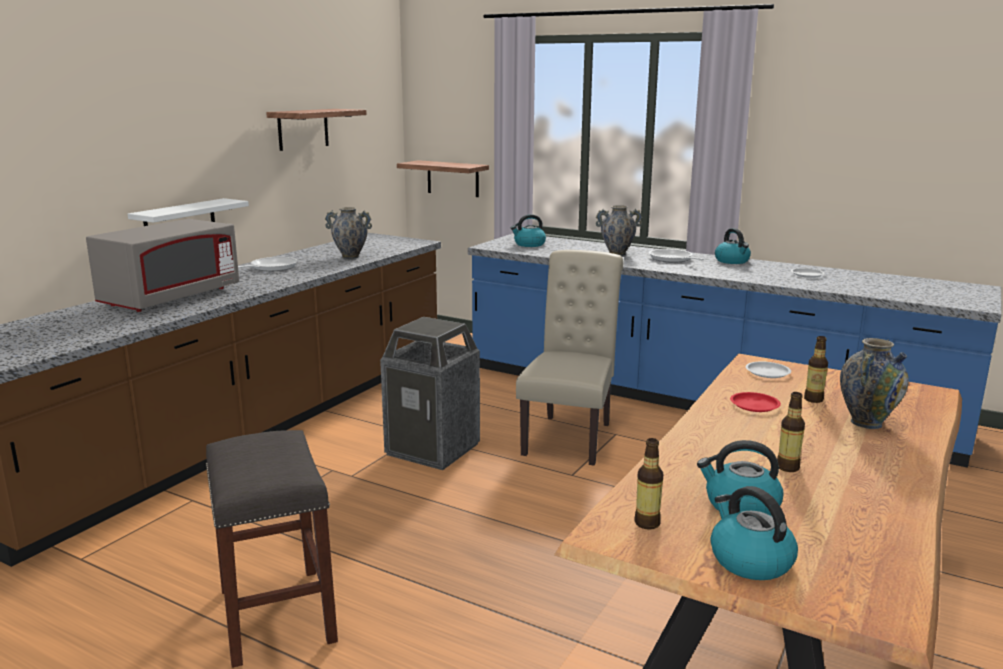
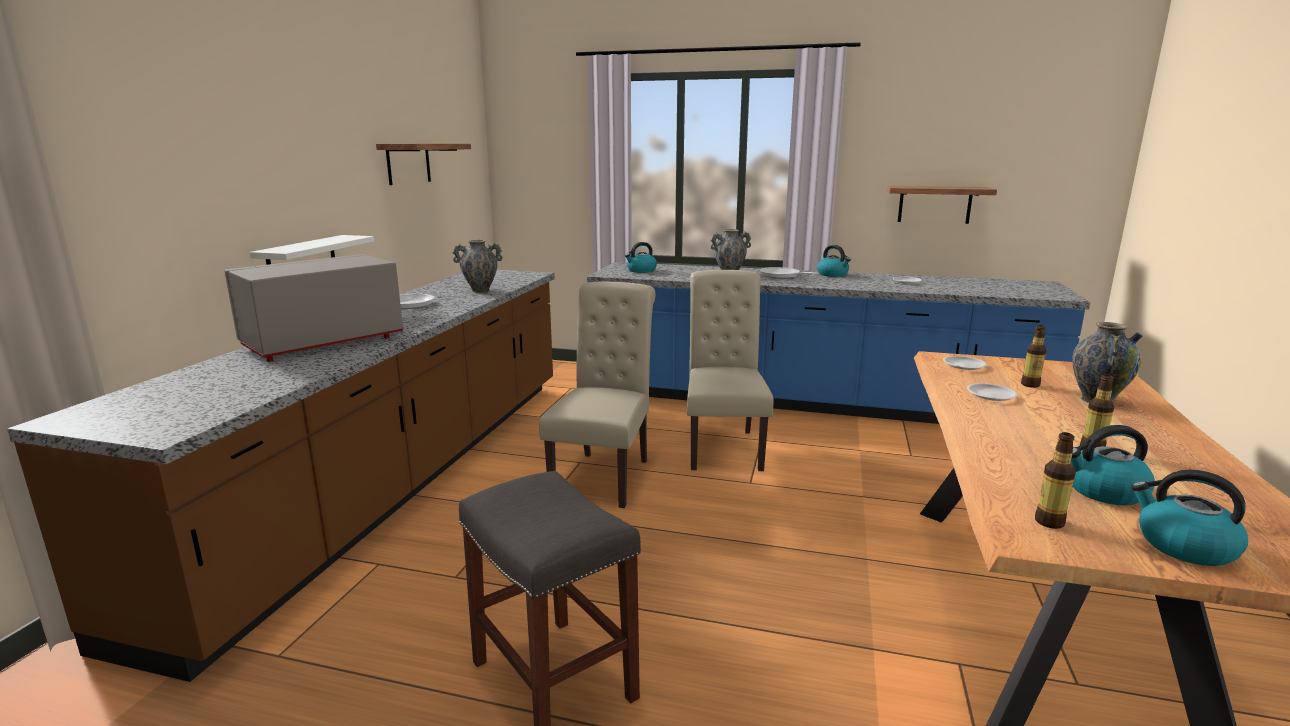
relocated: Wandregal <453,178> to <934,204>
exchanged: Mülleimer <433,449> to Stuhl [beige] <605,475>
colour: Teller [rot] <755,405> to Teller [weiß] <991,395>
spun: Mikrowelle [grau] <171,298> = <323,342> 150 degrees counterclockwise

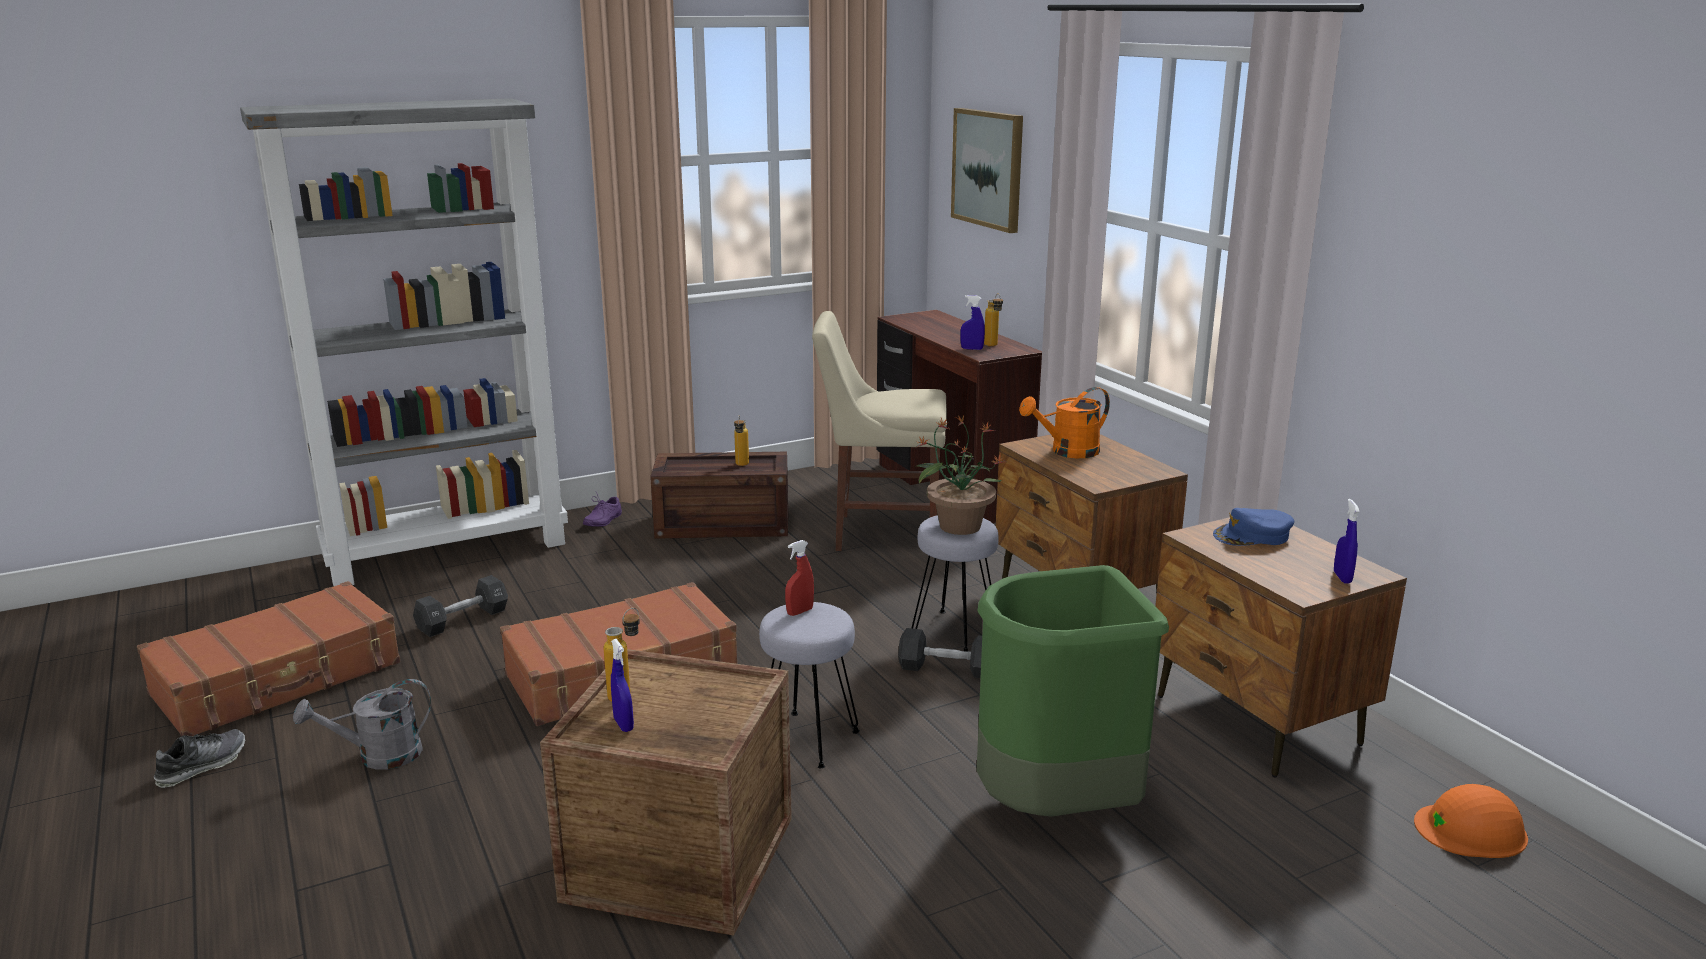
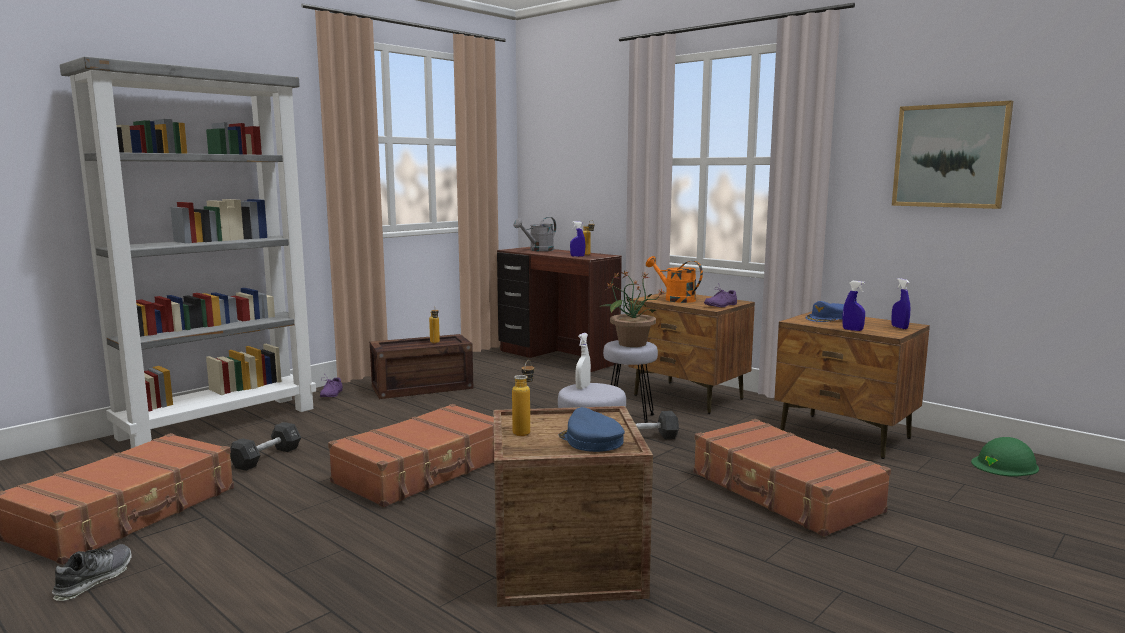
missing: Stuhl [beige] <880,533>
appeared: Kappe [blau] <591,441>; Schuh [lila] <719,305>
relocated: Gießkanne [grau] <378,756> to <538,250>; Sprühflasche [blau] <623,724> to <852,330>; Bild <988,168> to <950,156>
exchanged: Mülleimer [grün] <1057,809> to Koffer [braun] <783,493>
colour: Sprühflasche [rot] <799,612> to Sprühflasche [weiß] <583,387>; Schutzhelm [orange] <1471,829> to Schutzhelm [grün] <1004,465>
spun: Gießkanne [orange] <1067,452> = <675,299> 90 degrees clockwise

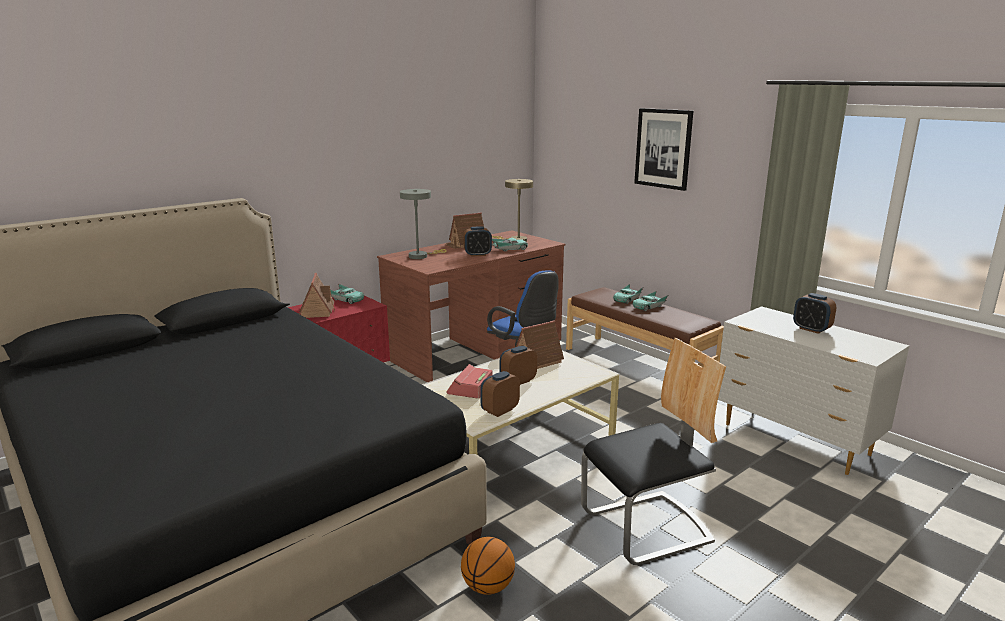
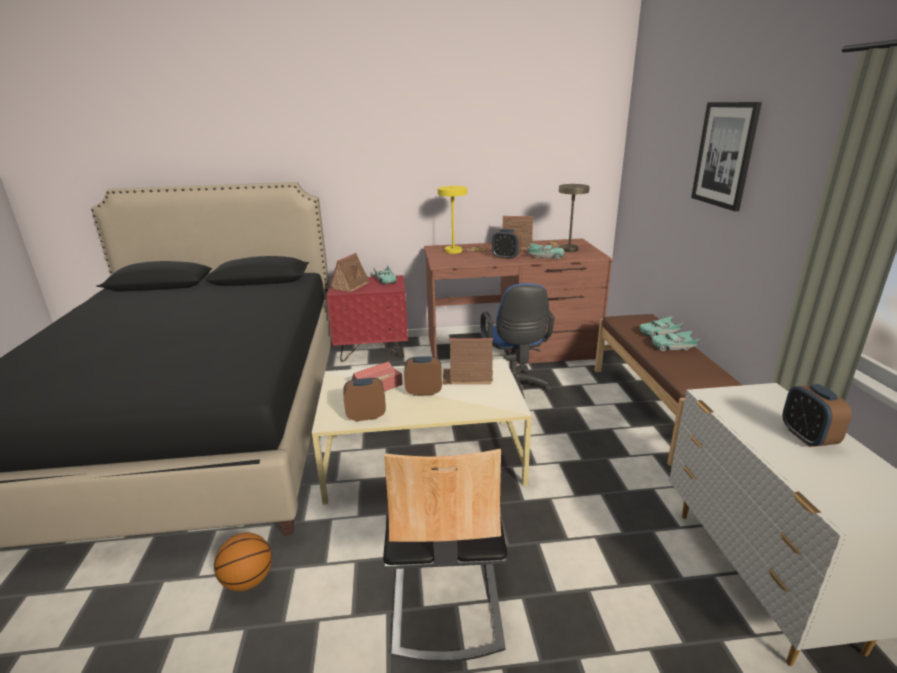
colour: Tischlampe [grau] <421,256> to Tischlampe [gelb] <456,251>
spun: Stuhl <647,528> = <445,598> 75 degrees clockwise

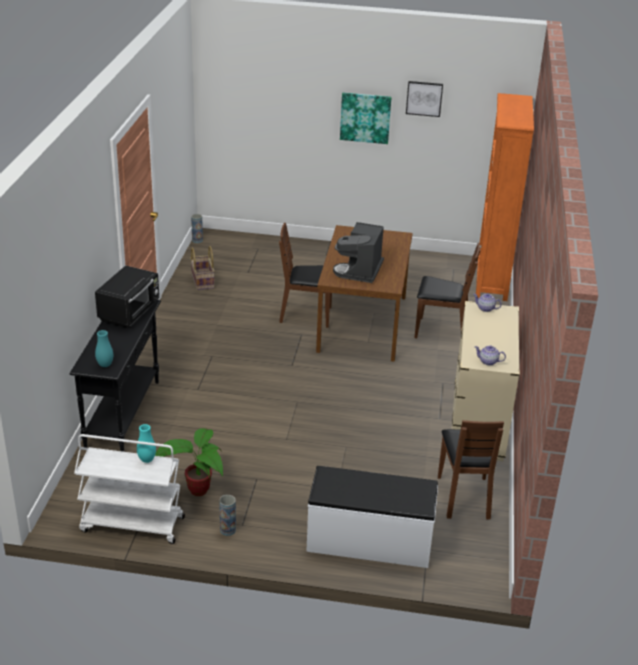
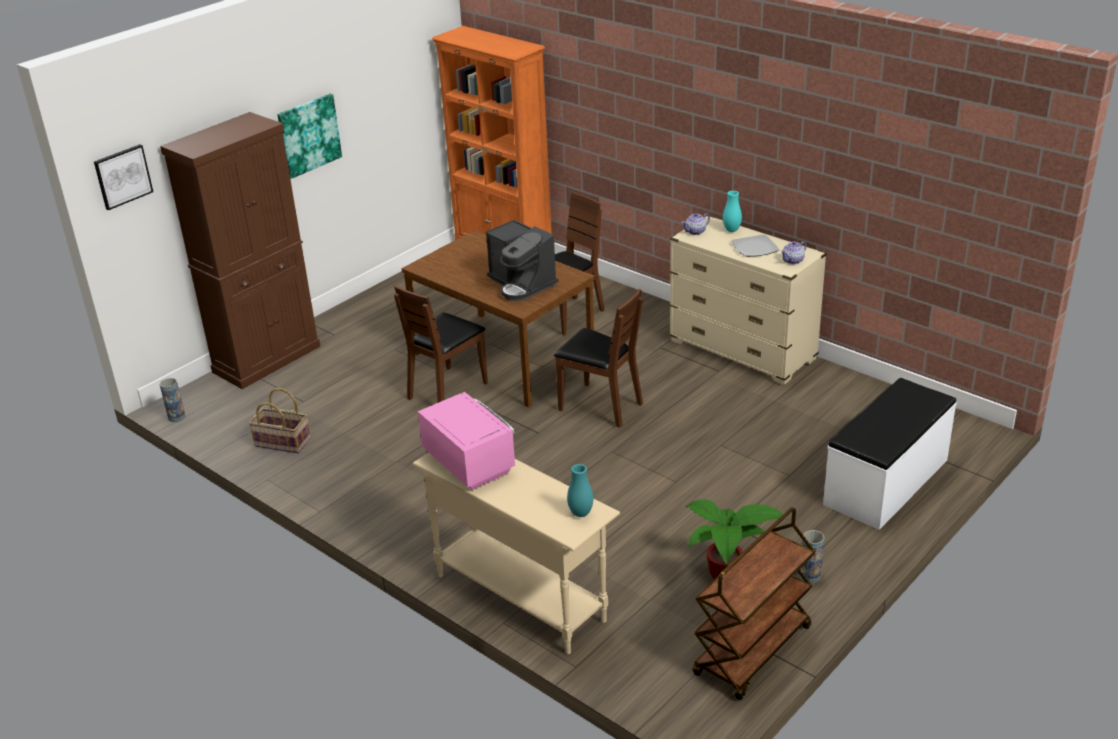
appeared: Schrank [braun] <267,359>; Teller <754,248>
relocated: Bild <424,98> to <122,176>; Stuhl [braun] <464,497> to <600,406>; Vase [türkis] <147,460> to <731,230>
colour: Konsolentisch [schwarz] <123,414> to Konsolentisch [beige] <520,597>; Mikrowelle [schwarz] <130,312> to Mikrowelle [rosa] <469,462>; Rollwagen [weiß] <131,524> to Rollwagen [braun] <753,652>

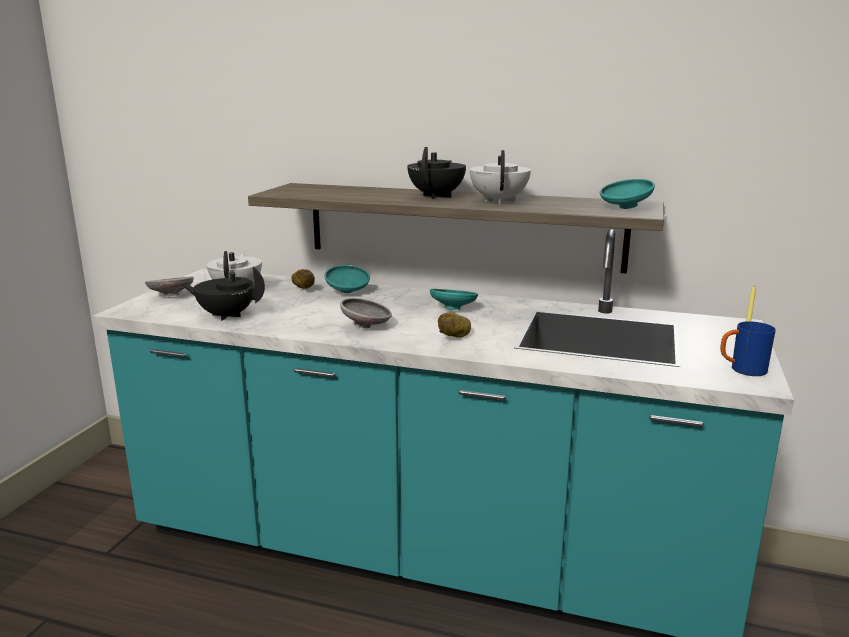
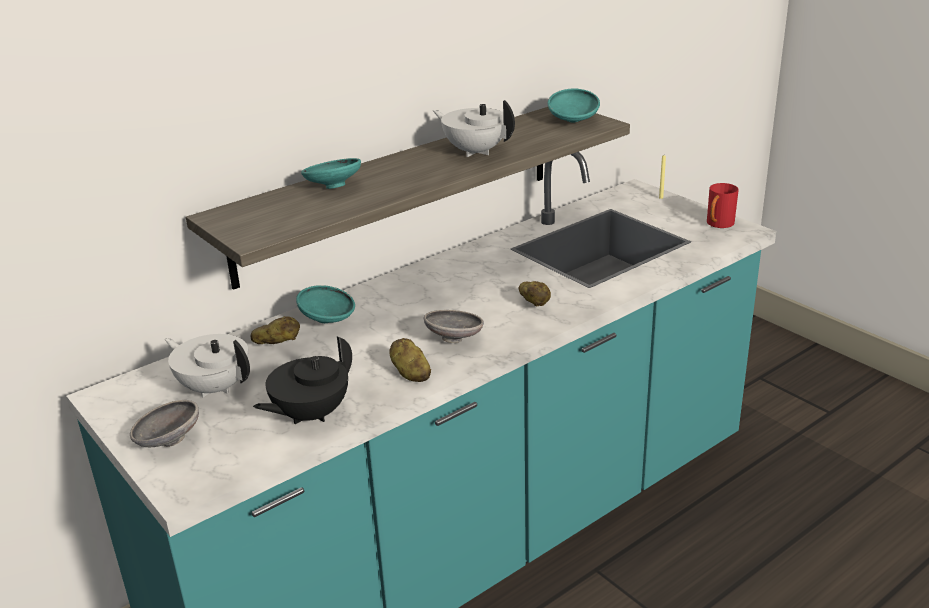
missing: Teekanne [schwarz] <437,196>
appeared: Kartoffel <410,373>
relocated: Schüssel [türkis] <454,309> to <333,186>
colour: Henkelbecher [blau] <741,370> to Henkelbecher [rot] <718,225>

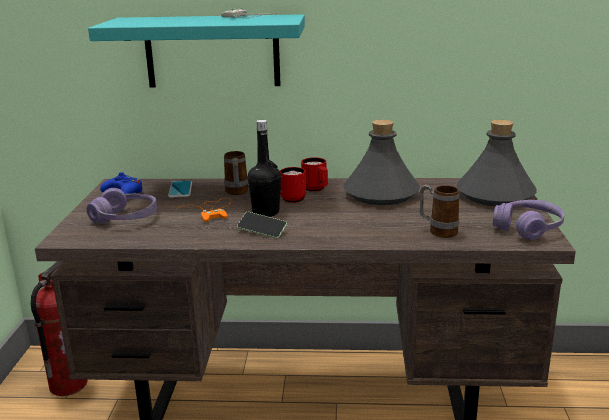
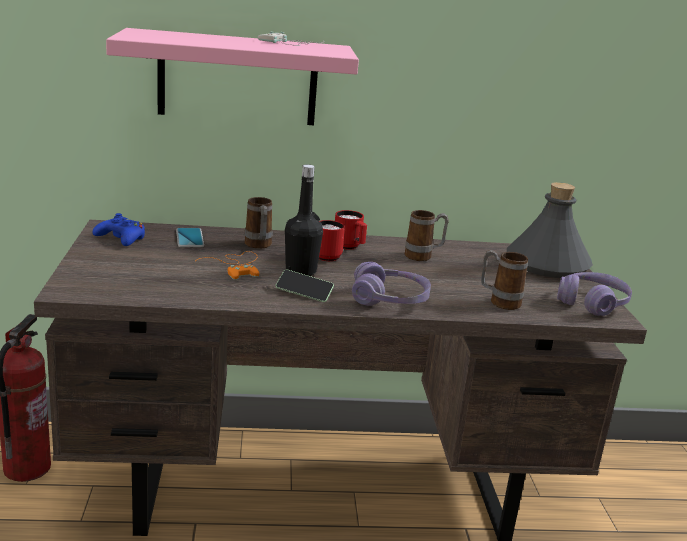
relocated: Kopfhörer [lila] <125,218> to <389,300>
exchanged: Flasche [grau] <380,194> to Henkelbecher <423,257>
colour: Wandregal [türkis] <212,51> to Wandregal [rosa] <238,78>

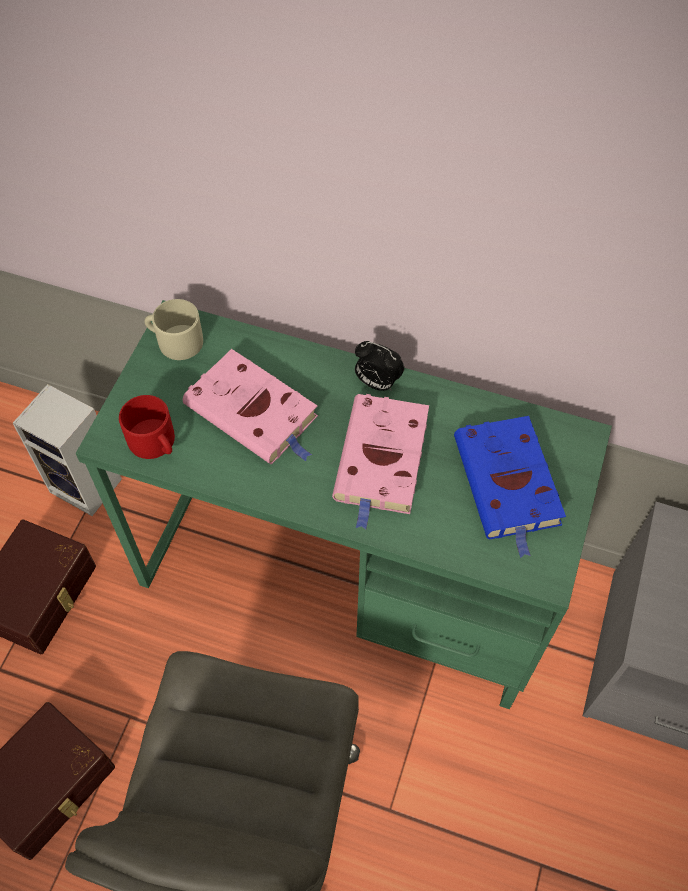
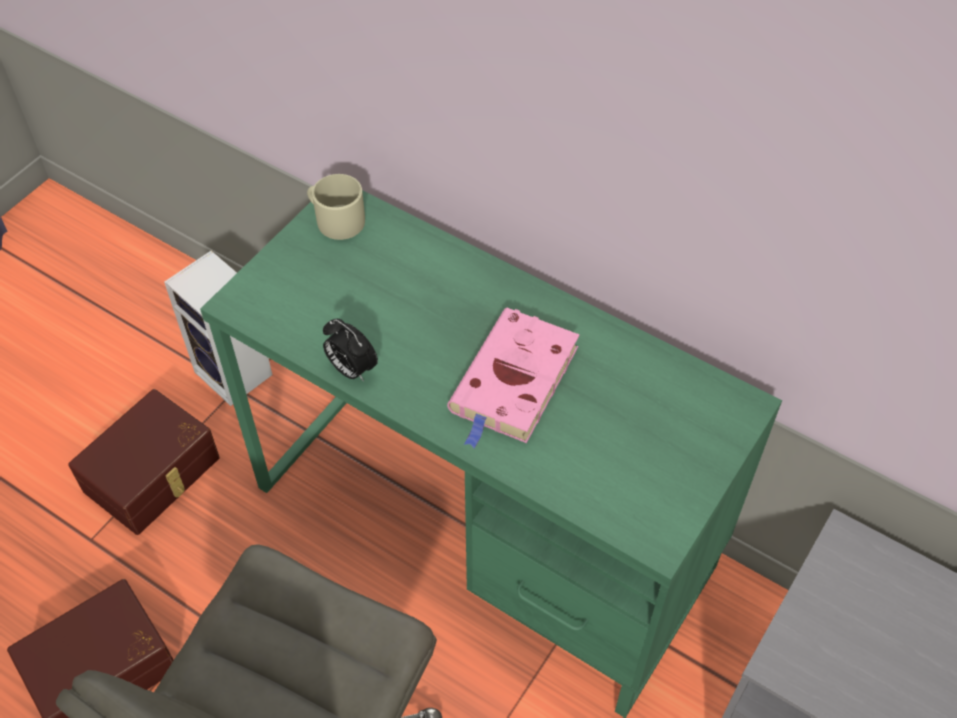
missing: Henkelbecher [rot] <155,442>; Buch [rosa] <255,413>; Buch [blau] <508,485>
relocated: Wecker <376,383> to <351,369>

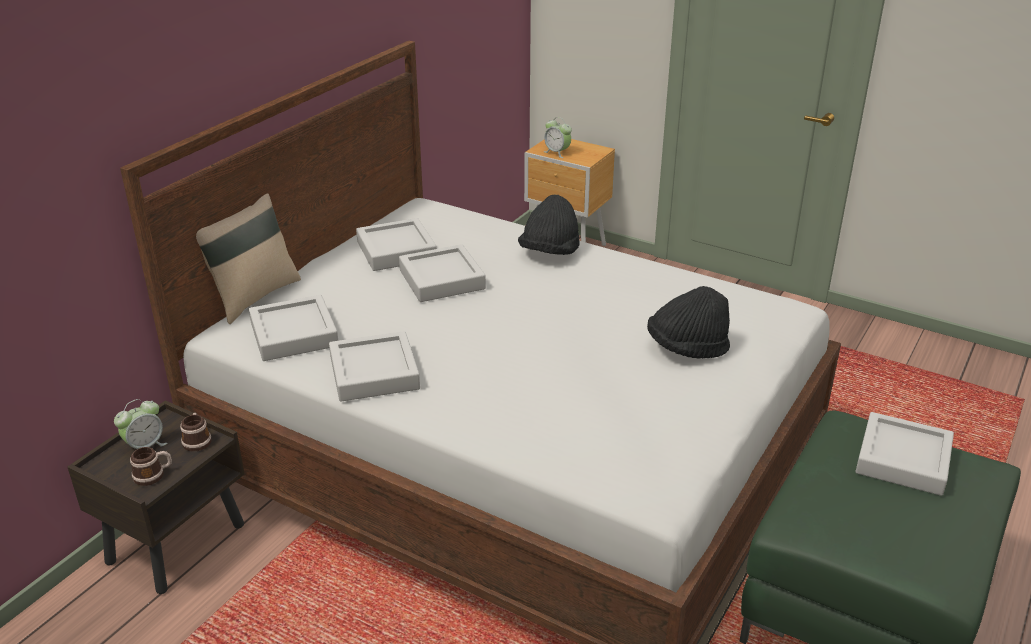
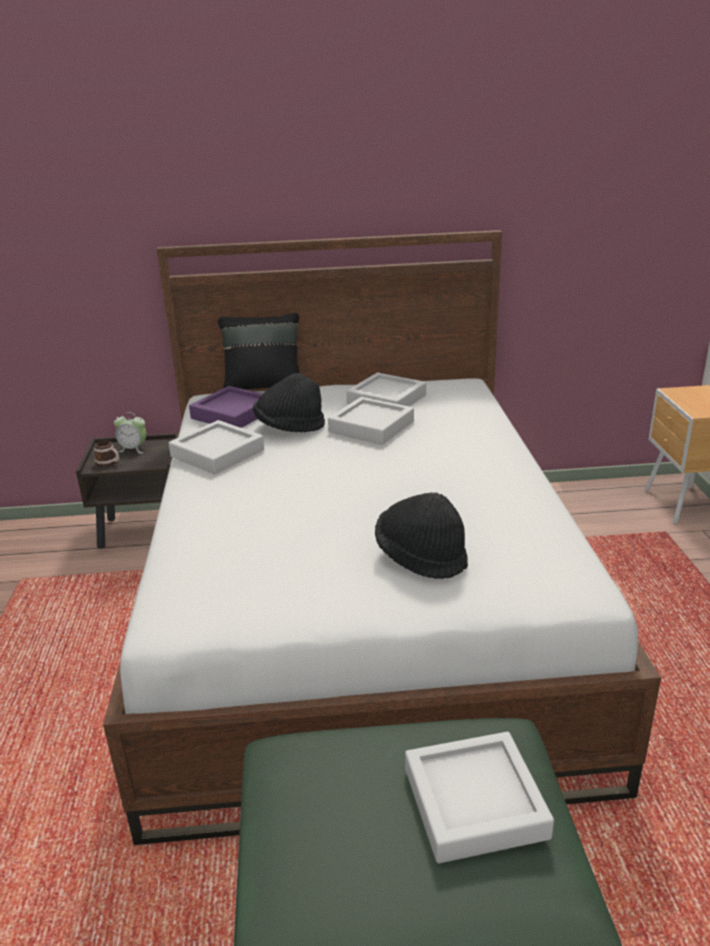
missing: Henkelbecher <197,440>; Wecker <557,152>
relocated: Hut [schwarz] <550,252> to <289,427>
colour: Tablett [grau] <294,334> to Tablett [lila] <233,414>; Kissen [beige] <252,296> to Kissen [schwarz] <263,387>

